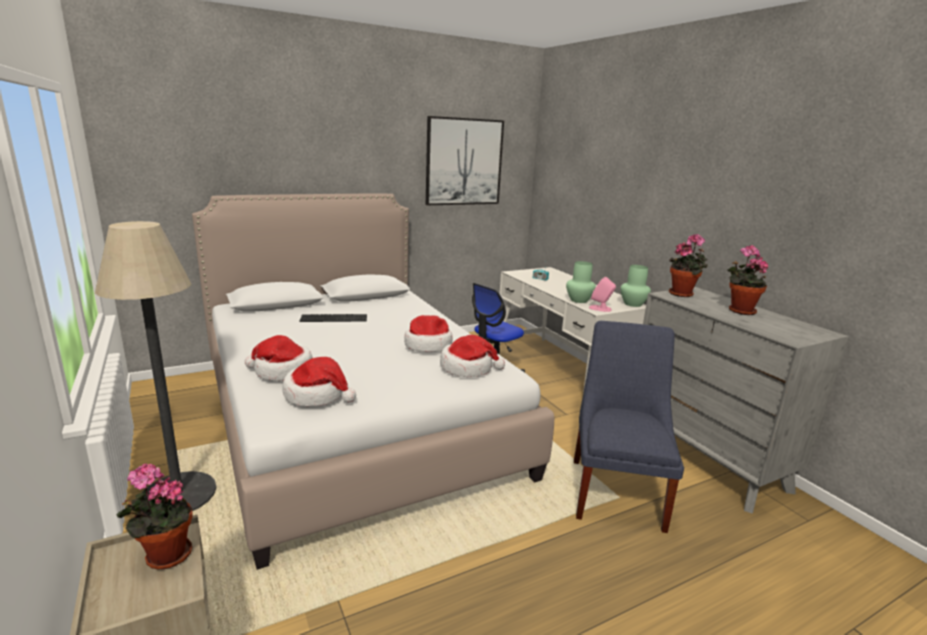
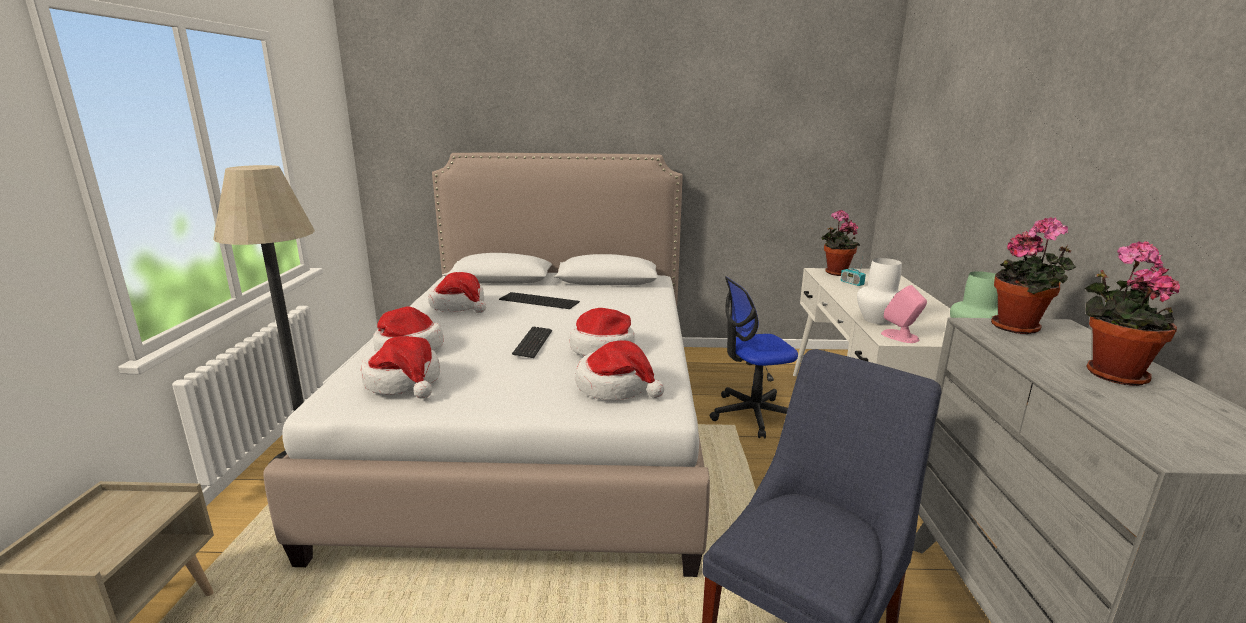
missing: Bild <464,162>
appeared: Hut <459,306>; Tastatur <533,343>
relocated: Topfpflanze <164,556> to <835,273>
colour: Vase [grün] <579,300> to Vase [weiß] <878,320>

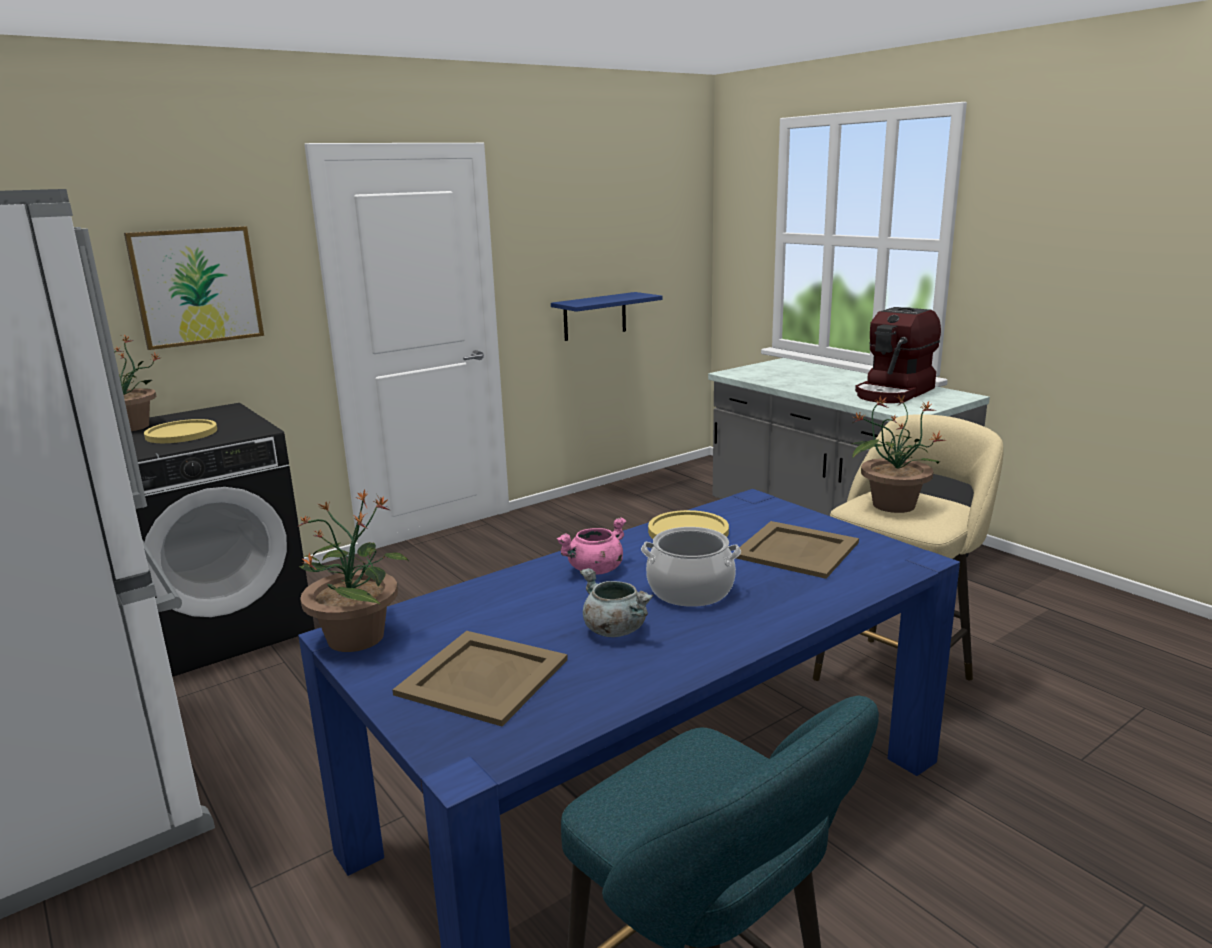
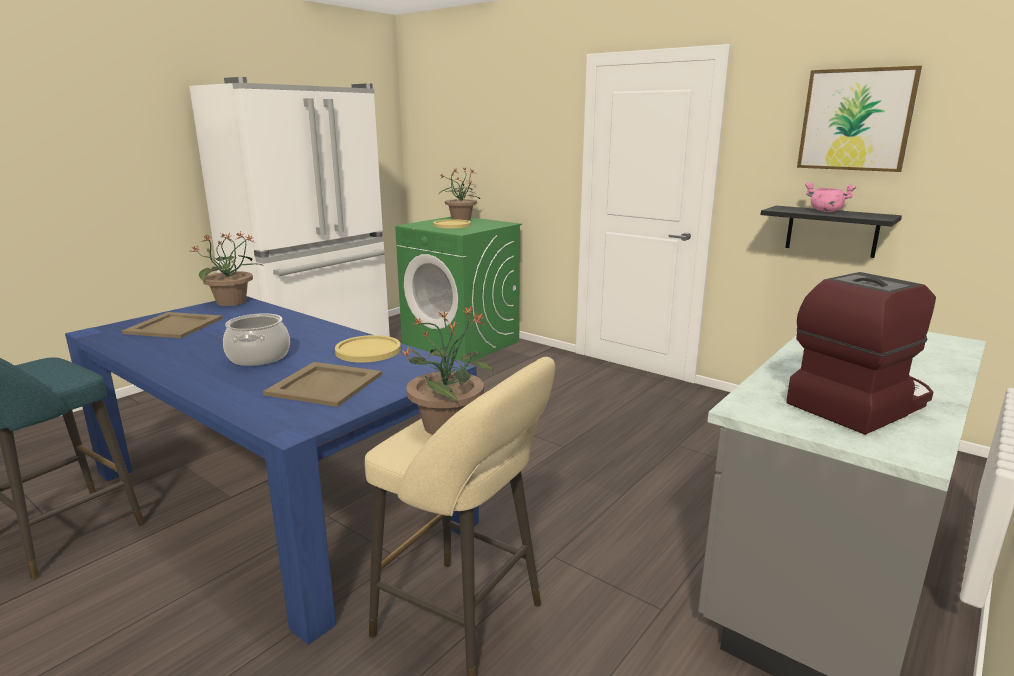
missing: Kochtopf [grau] <614,630>
relocated: Bild <196,286> to <856,120>; Kochtopf [rosa] <595,570> to <825,211>
colour: Waschmaschine [schwarz] <219,627> to Waschmaschine [grün] <462,343>; Wandregal [blau] <595,316> to Wandregal [schwarz] <831,231>
spun: Kaffeemaschine <894,392> = <858,403> 120 degrees clockwise

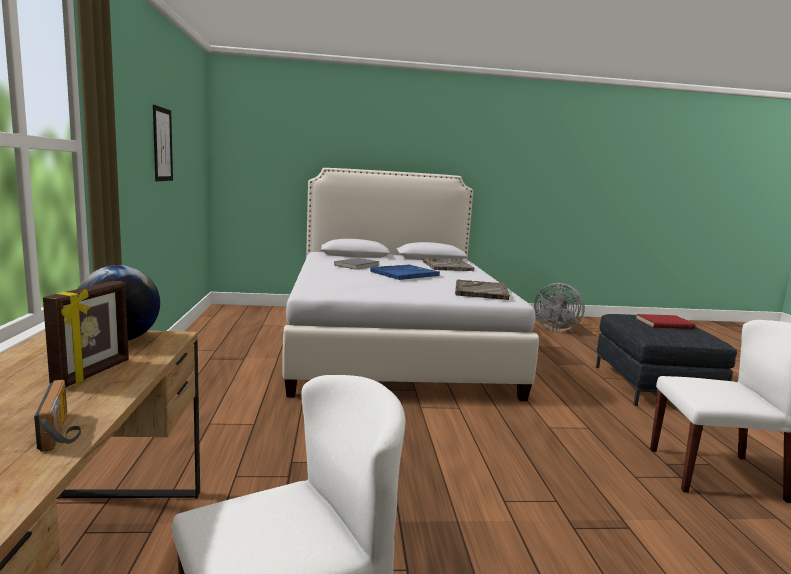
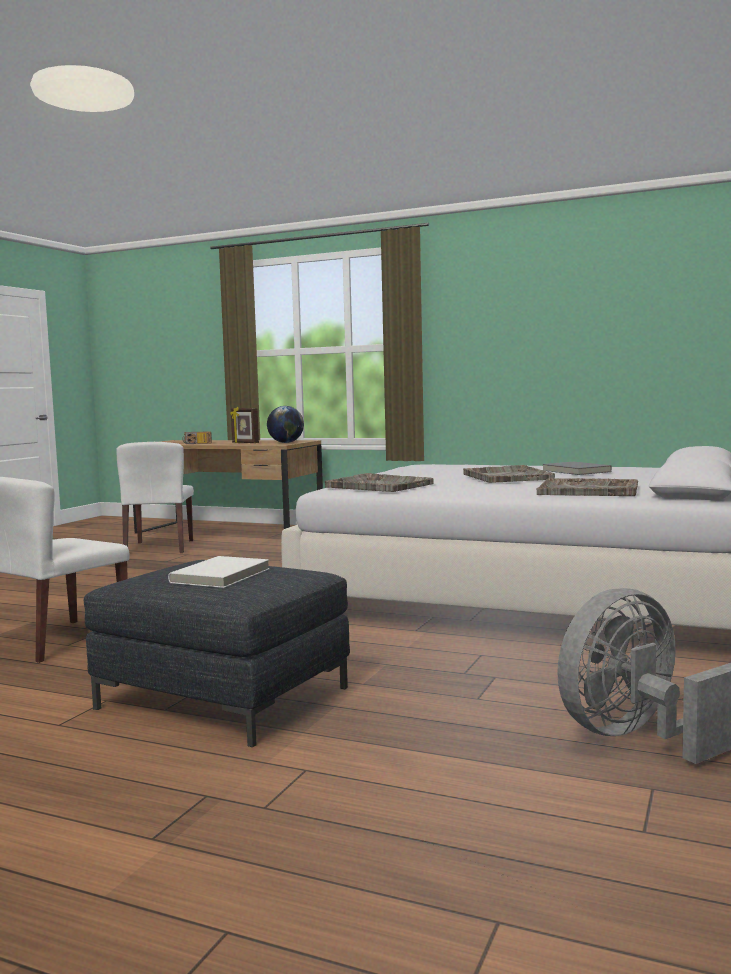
missing: Bild <162,144>
colour: Buch [rot] <663,323> to Buch [weiß] <222,576>; Tablett [blau] <404,273> to Tablett [grau] <507,476>

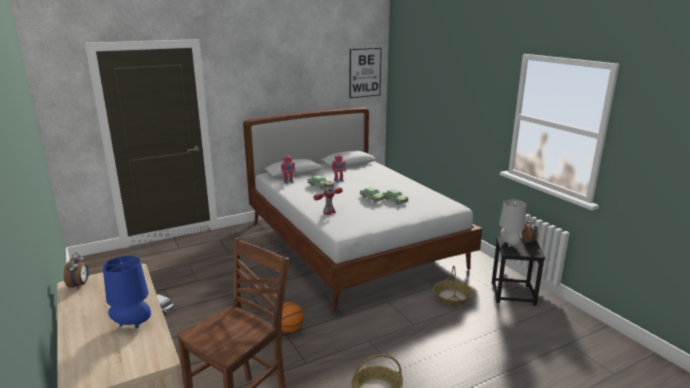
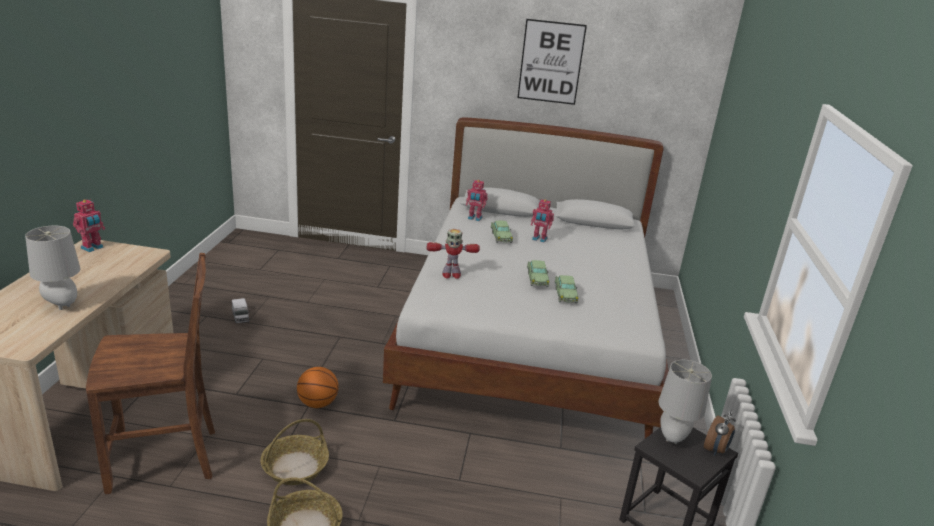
relocated: Korb <451,297> to <295,467>; Bild <365,72> to <551,62>
exchanged: Wecker <79,285> to Spielzeugroboter <93,248>
colour: Tischlampe [blau] <133,325> to Tischlampe [grau] <62,305>

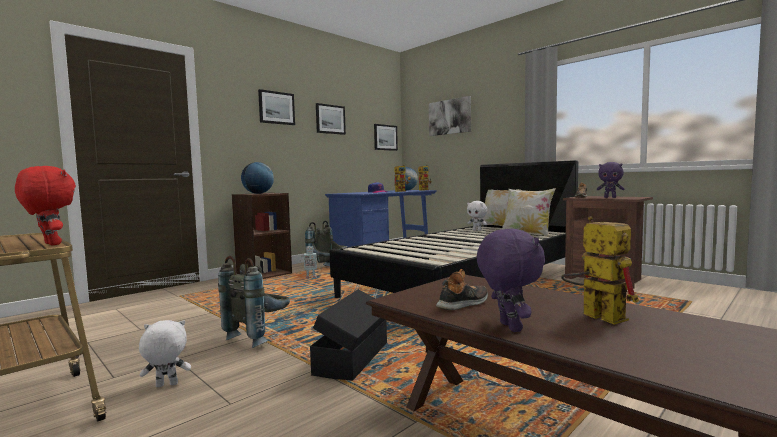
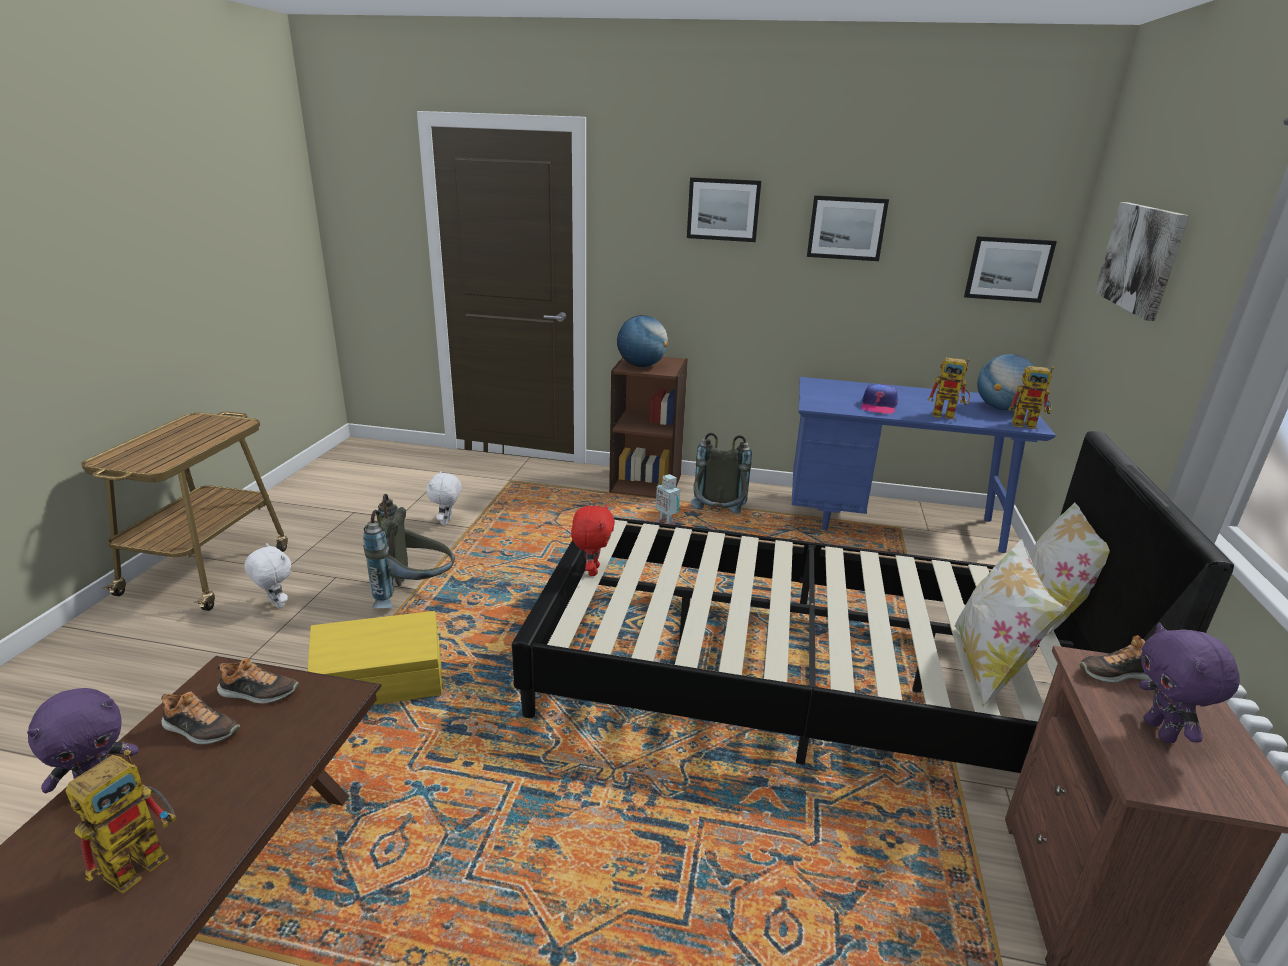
appeared: Schuh <258,693>
relocated: Plüschtier [weiß] <477,230> to <447,522>; Plüschtier [rot] <50,244> to <592,570>
colour: Aufbewahrungsbox [schwarz] <354,358> to Aufbewahrungsbox [gelb] <383,688>

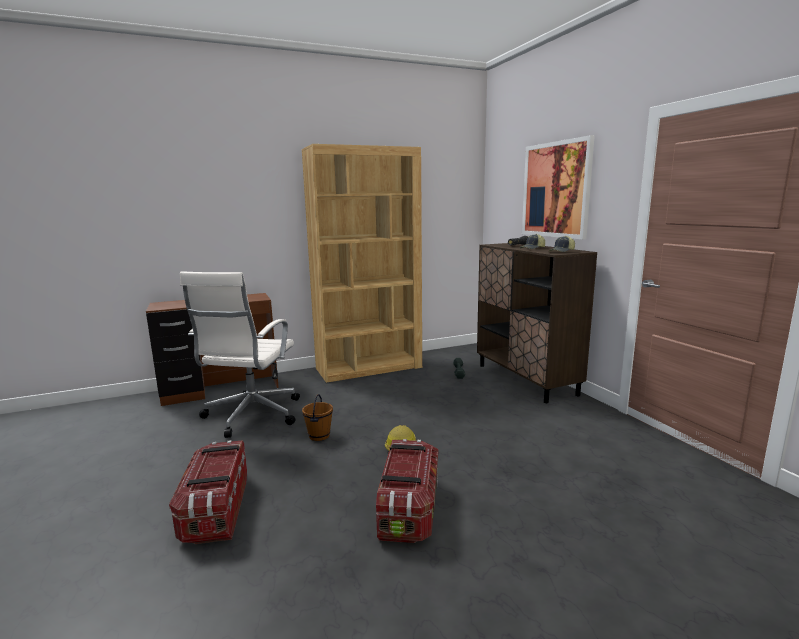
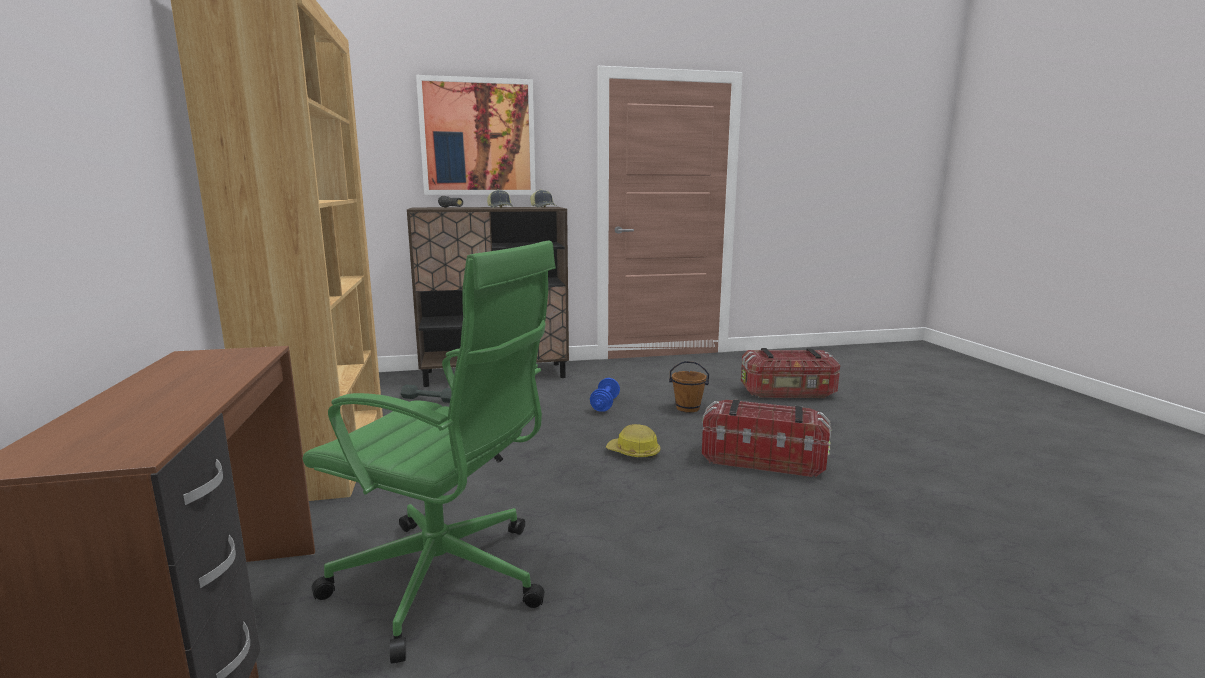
appeared: Hantel [blau] <605,405>
relocated: Eimer [braun] <319,436> to <687,408>; Aufbewahrungsbox <216,510> to <788,393>
colour: Bürostuhl [weiß] <251,416> to Bürostuhl [grün] <446,581>

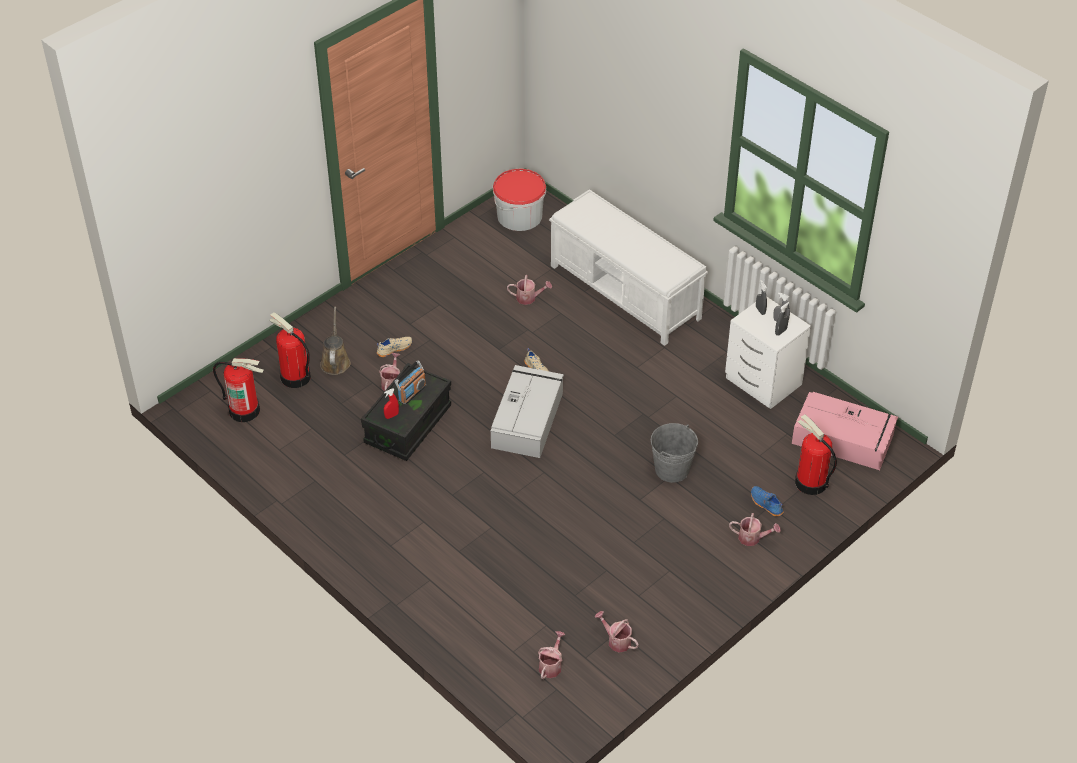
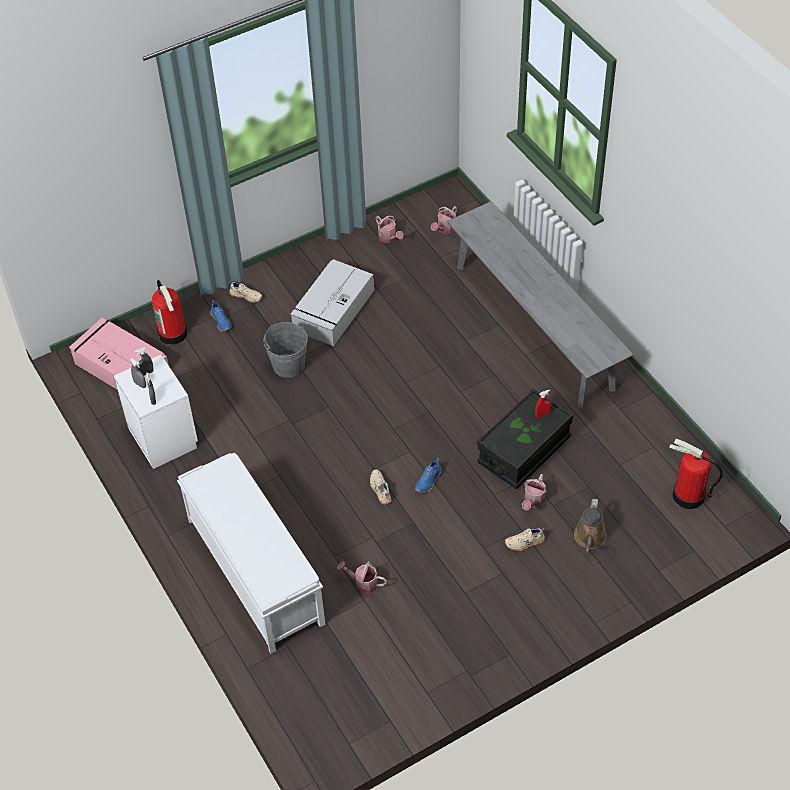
missing: Feuerlöscher <295,377>; Radio <411,393>; Eimer <519,215>
appeared: Schuh [blau] <428,481>; Bank [grau] <533,326>
relocated: Aufbewahrungsbox [grau] <527,419> to <333,311>
exchanged: Gießkanne <752,538> to Schuh [beige] <246,296>

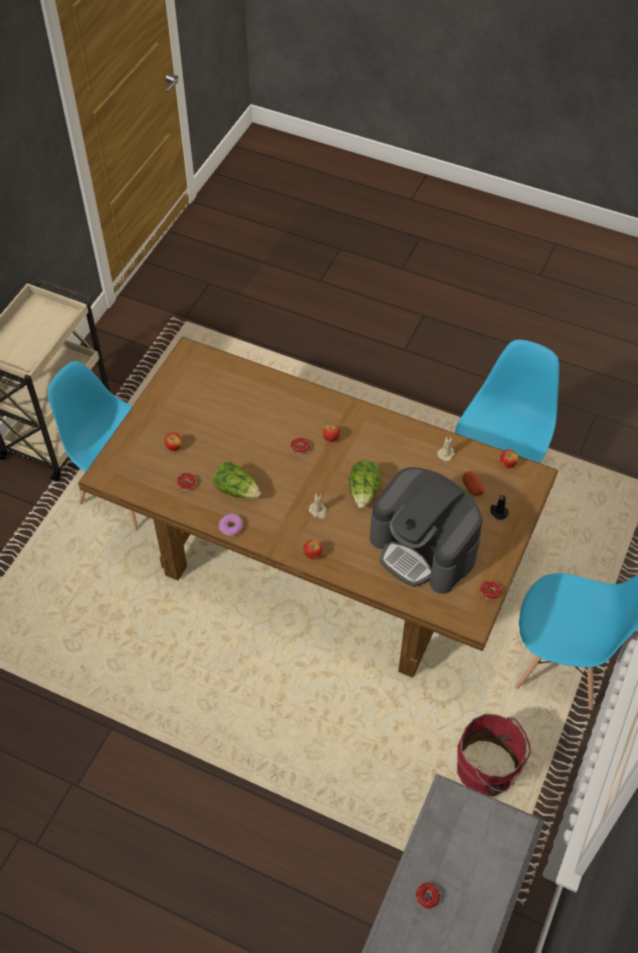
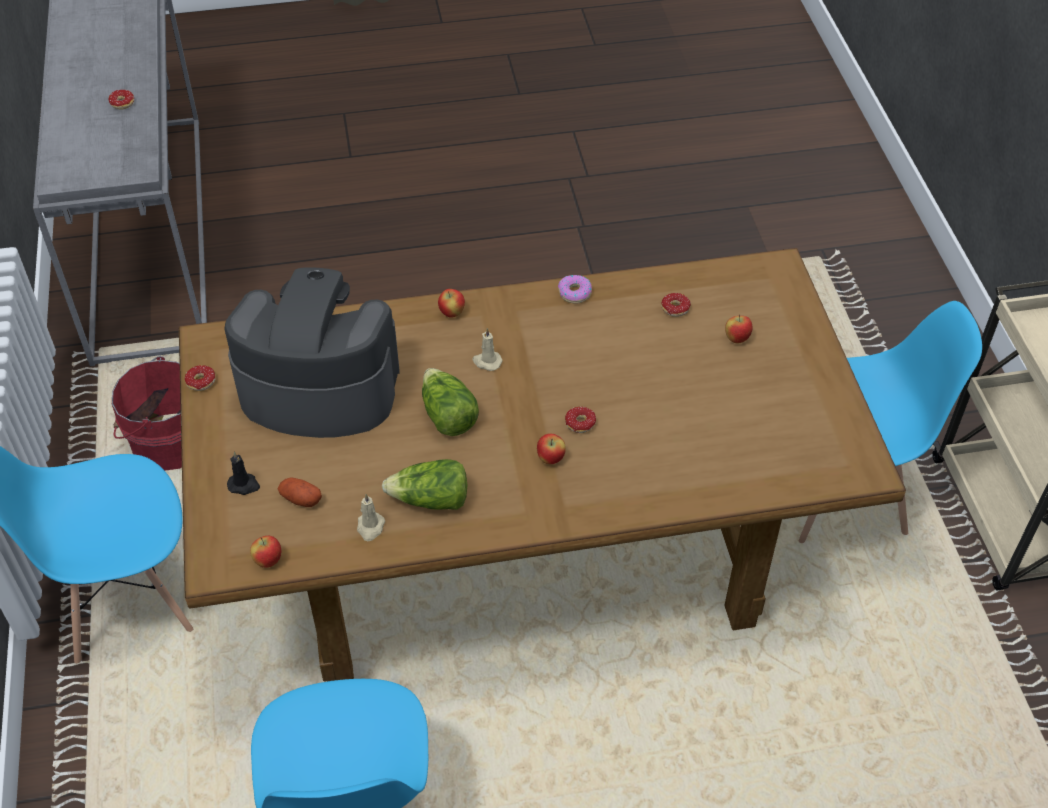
relocated: Salatkopf <237,489> to <431,500>

